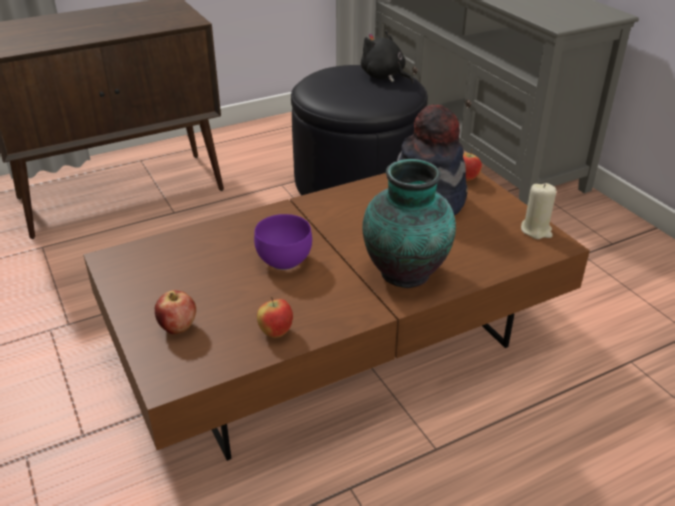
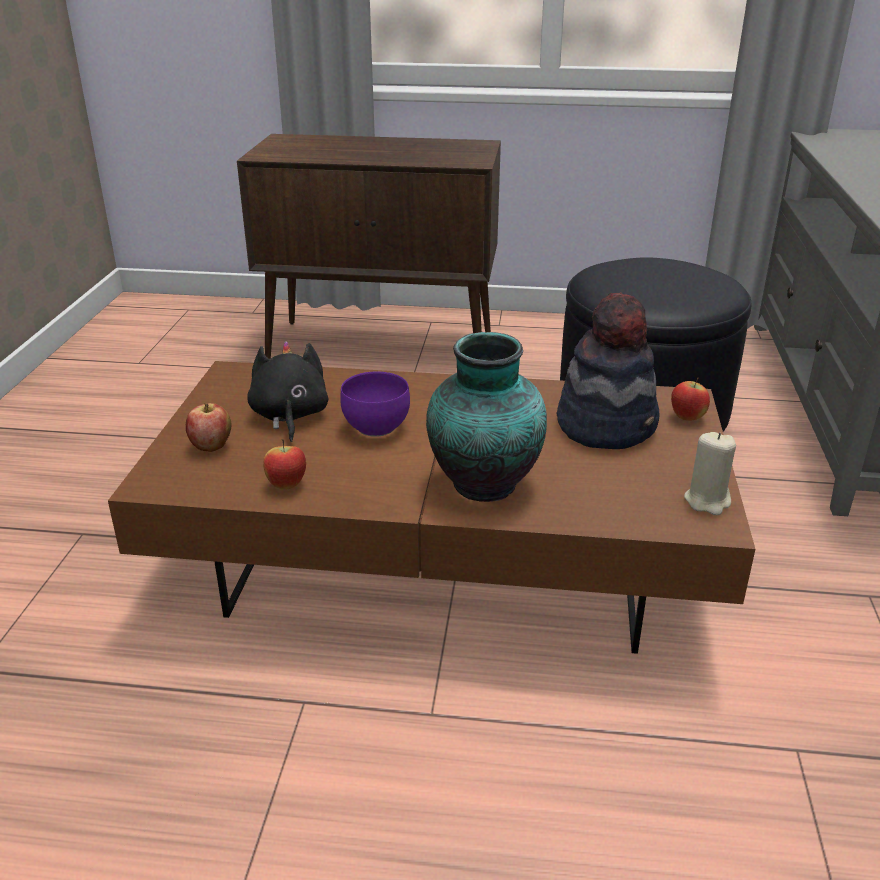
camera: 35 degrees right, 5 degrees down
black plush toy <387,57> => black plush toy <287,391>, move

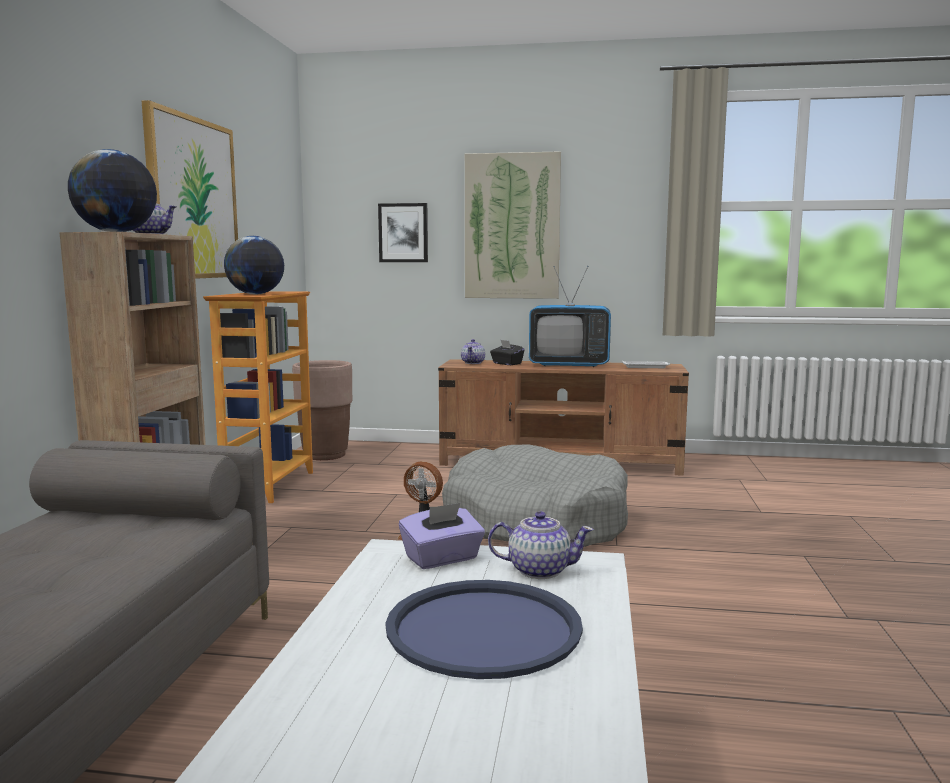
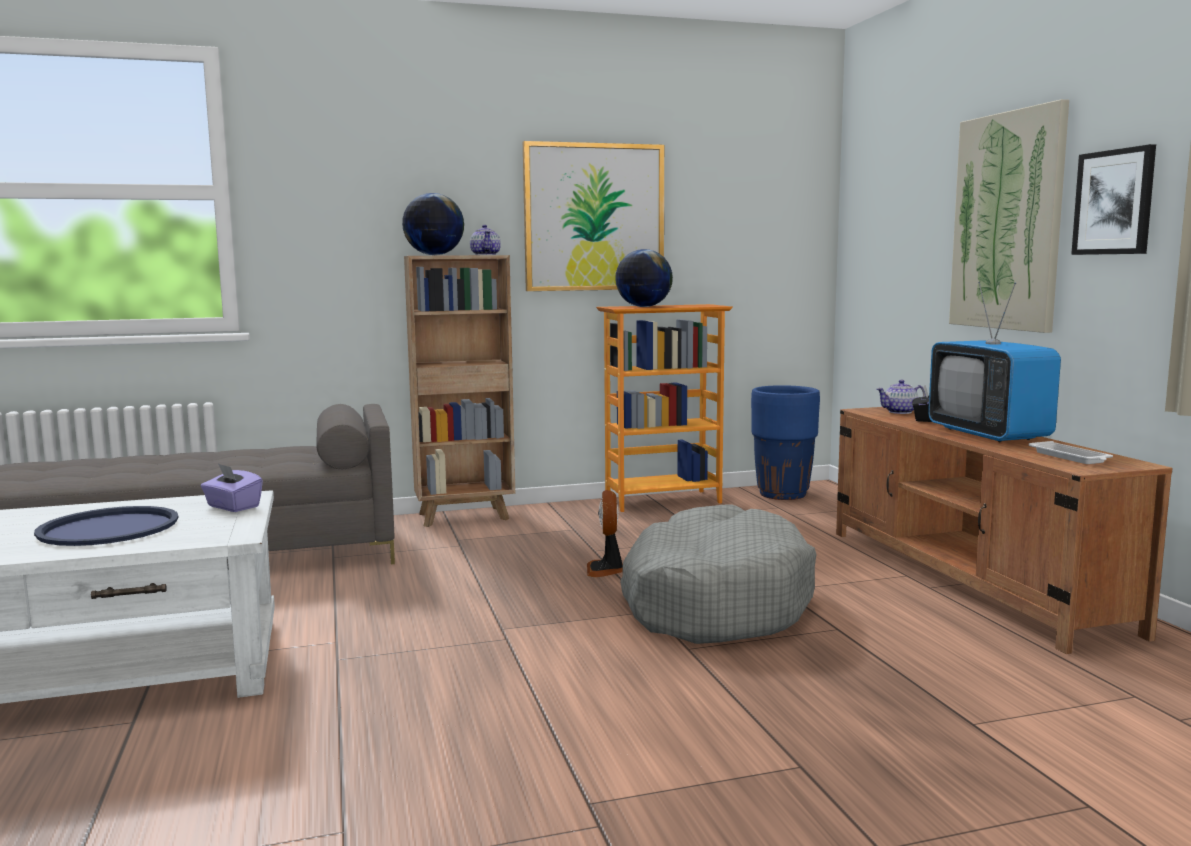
camera: 65 degrees right, 0 degrees up
teapot <541,545> => nothing
picture <403,232> => picture <1113,199>, move
brown planter <322,410> => blue planter <785,442>

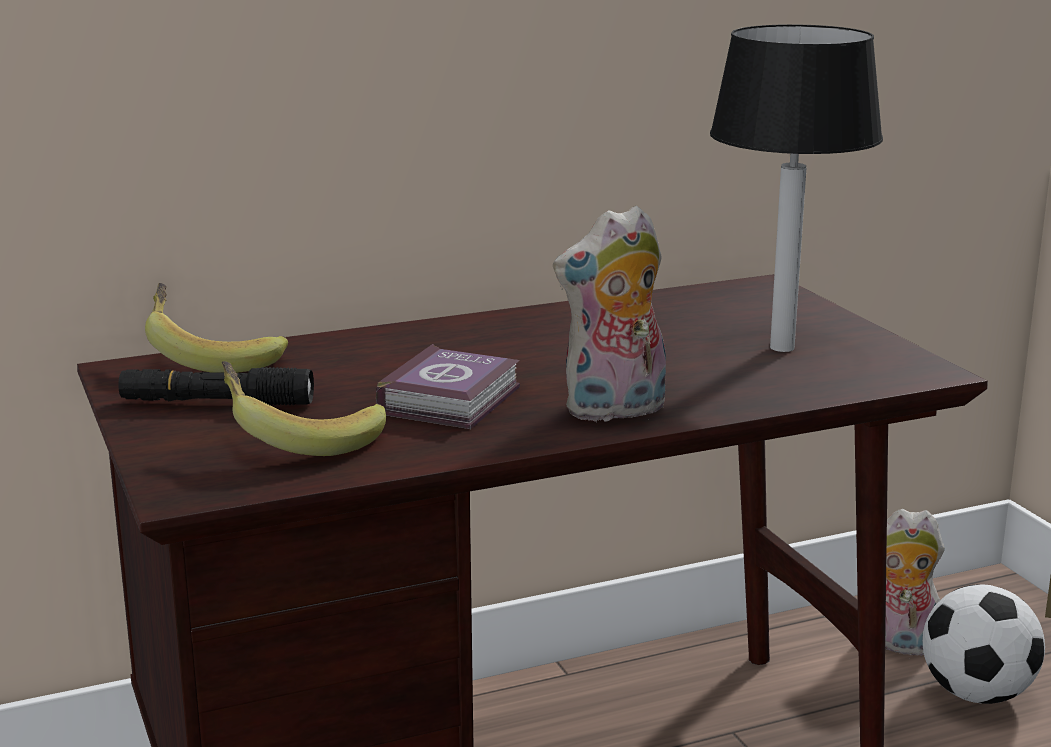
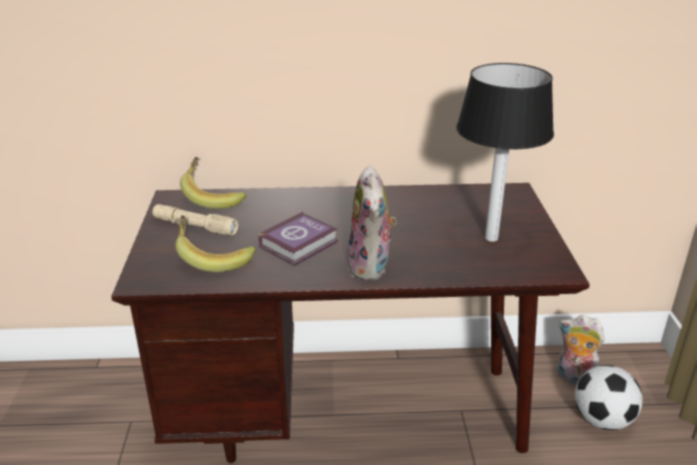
camera: 20 degrees right, 10 degrees up
black flashlight <216,386> => beige flashlight <195,220>
plush toy <609,314> => plush toy <372,223>, 90 degrees counterclockwise

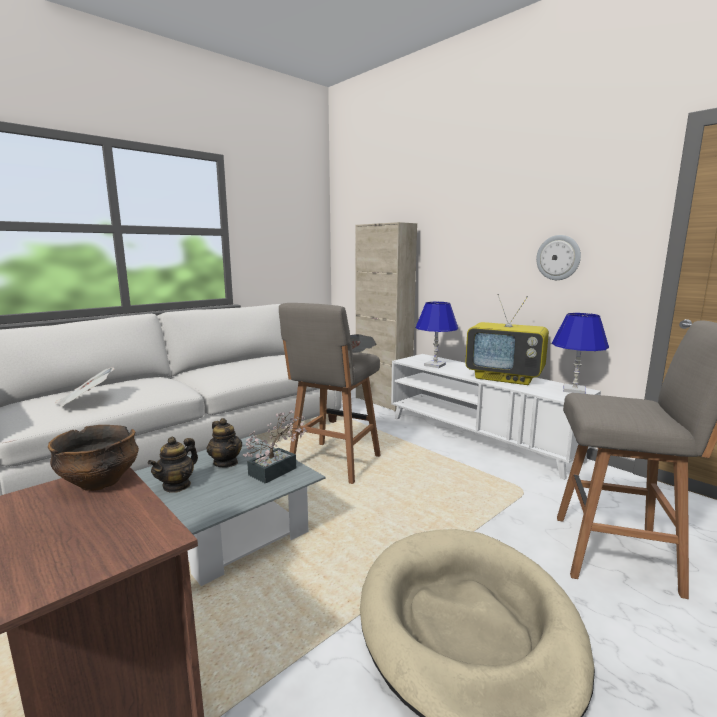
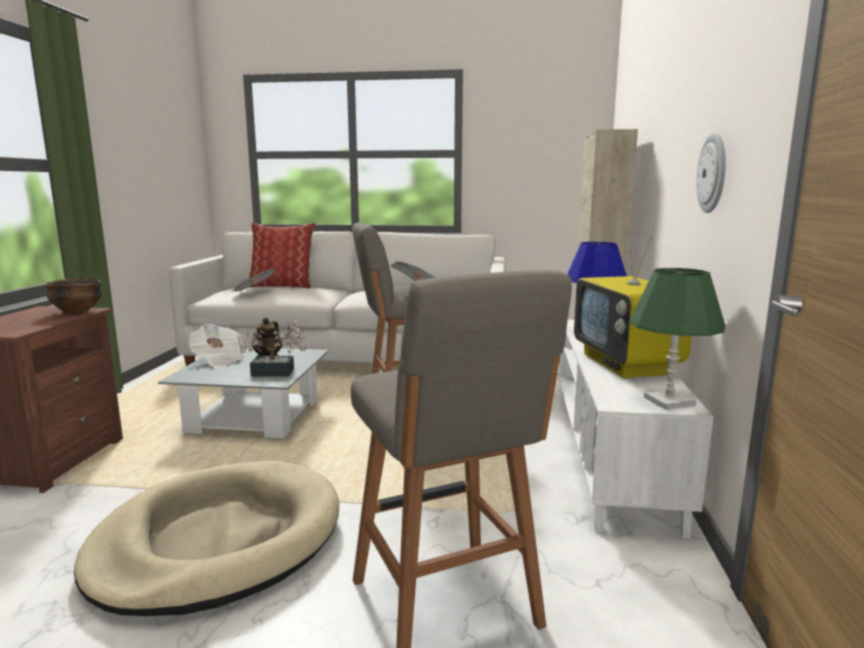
camera: 50 degrees right, 0 degrees up
nothing => pillow <282,256>
teapot <173,465> => newspaper <216,346>
blue table lamp <580,353> => green table lamp <677,339>

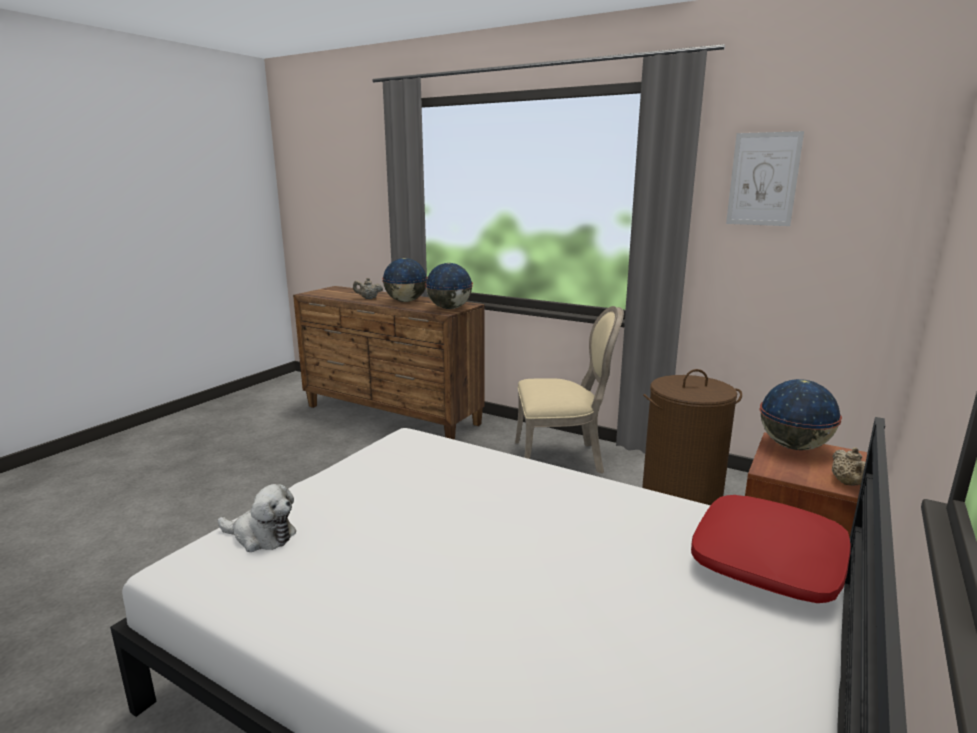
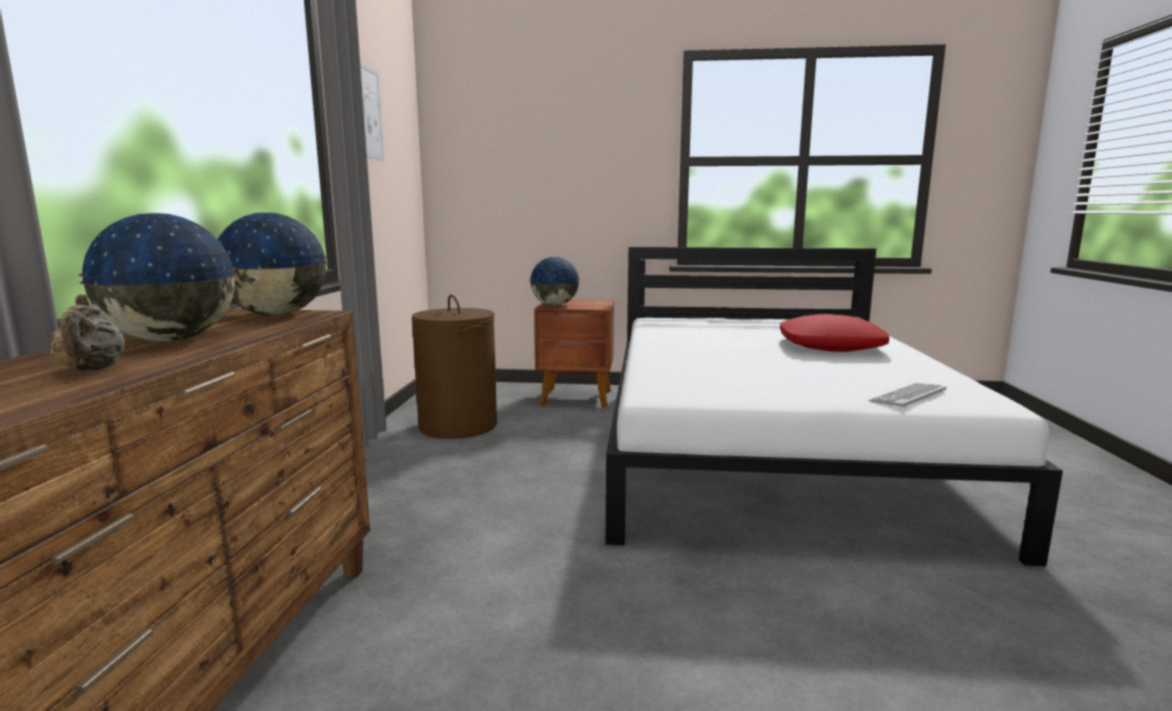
camera: 115 degrees left, 5 degrees down
beige chair <569,390> => nothing
beige teapot <849,466> => nothing
red pillow <771,549> => red pillow <834,333>, move
plush toy <257,518> => keyboard <908,395>

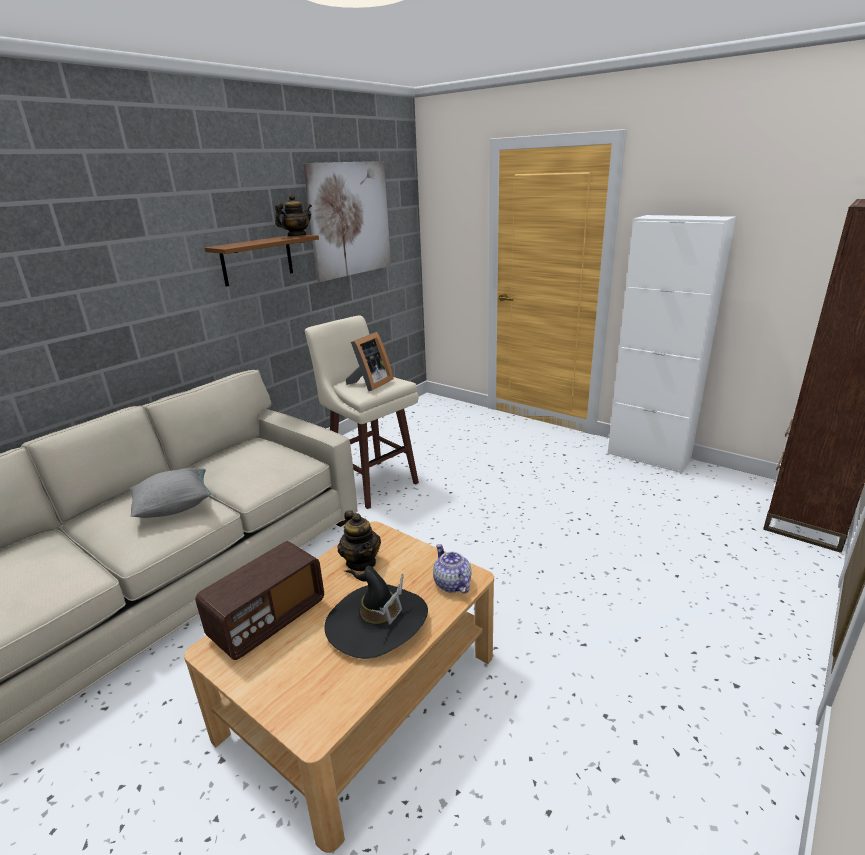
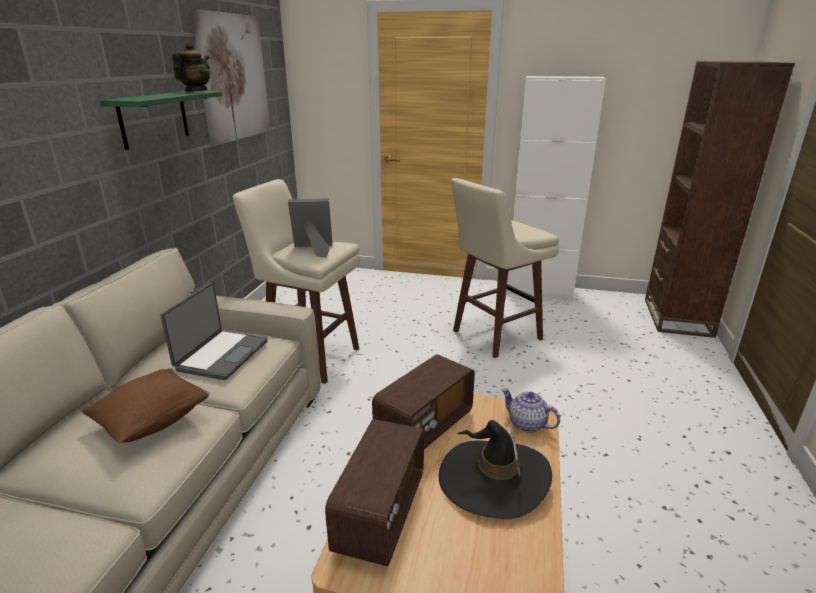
camera: 25 degrees left, 0 degrees up
nothing => laptop <214,331>
nothing => beige stool <505,268>
teapot <359,540> => radio <423,401>
grey pillow <170,493> => brown pillow <145,405>
brown shelf <262,261> => green shelf <161,120>
picture frame <370,361> => picture frame <310,228>, 105 degrees counterclockwise

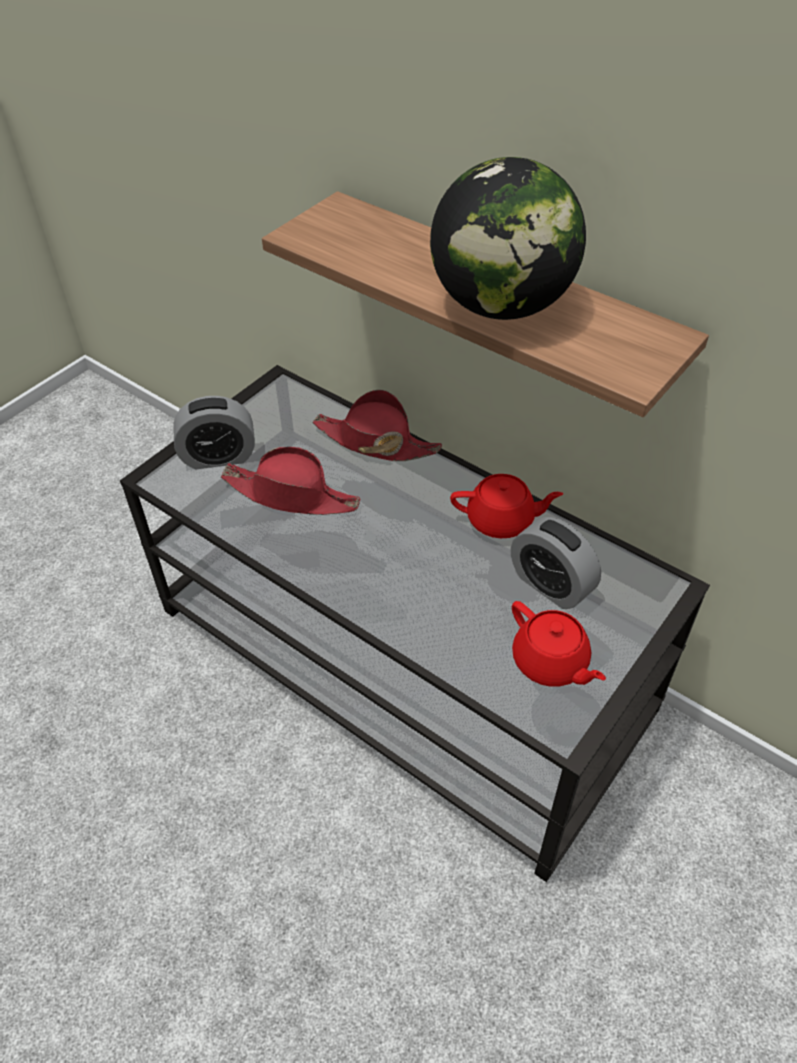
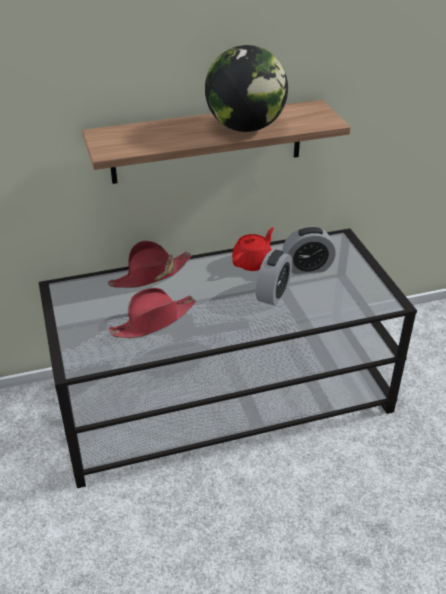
camera: 55 degrees left, 10 degrees down
red teapot <559,644> => nothing
alarm clock <214,432> => alarm clock <274,278>, move

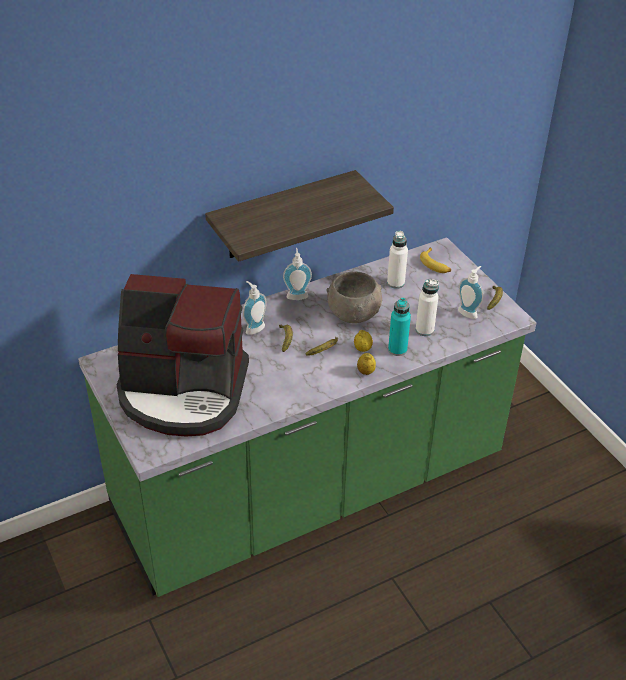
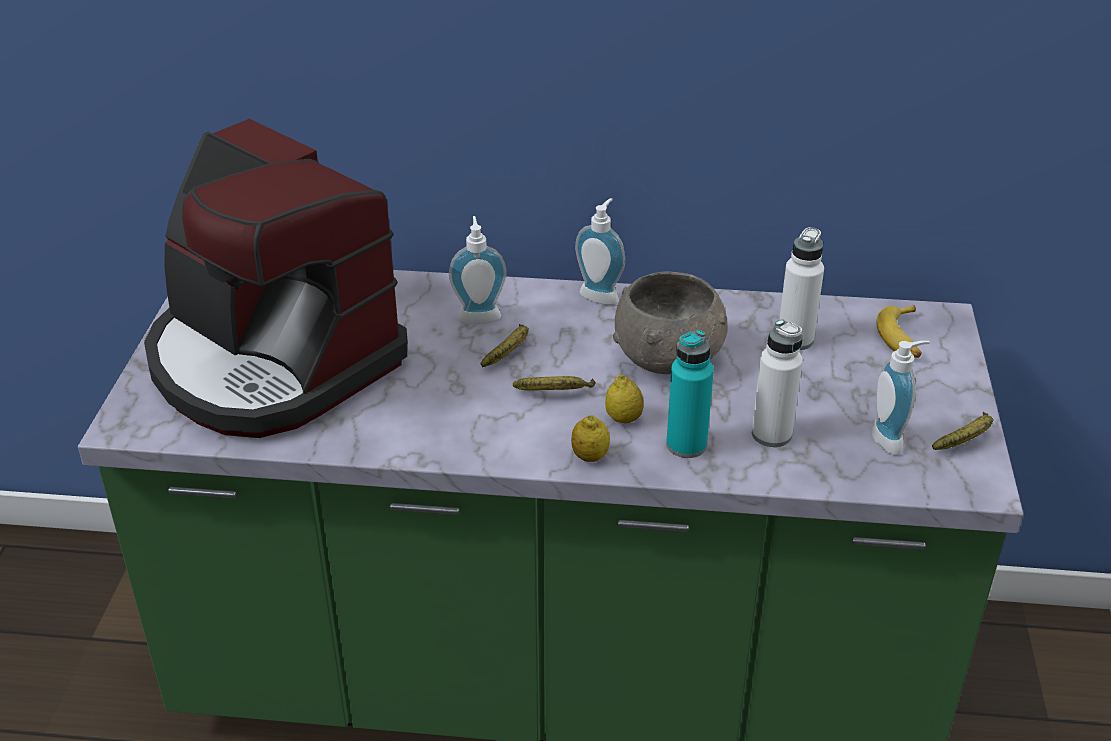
camera: 35 degrees right, 5 degrees down
shelf <299,216> => nothing

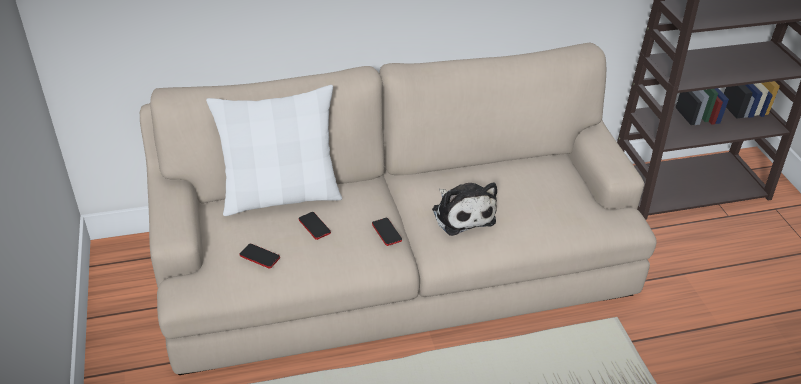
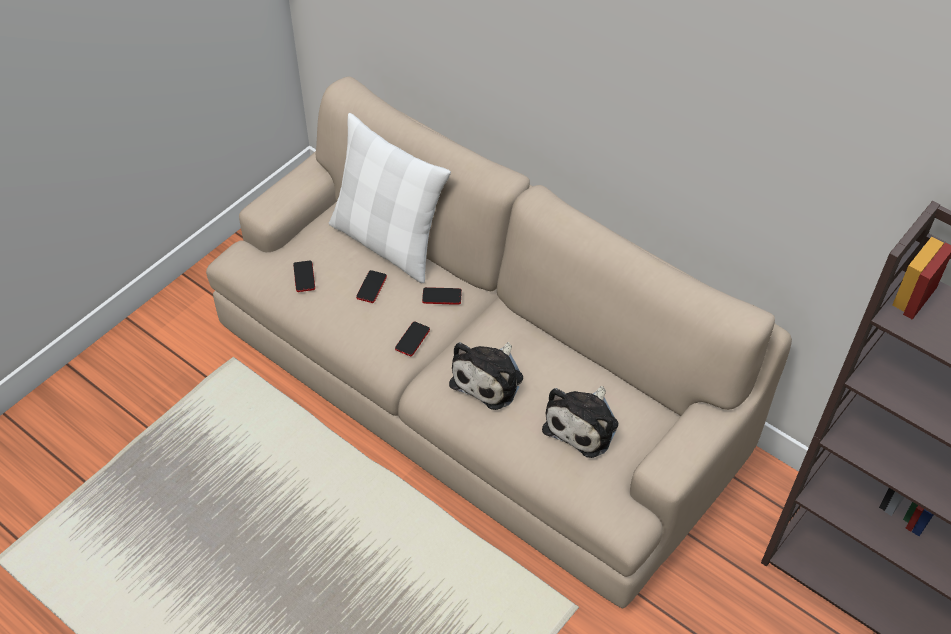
camera: 55 degrees right, 10 degrees up
nothing => phone <442,296>
nothing => plush toy <580,422>

